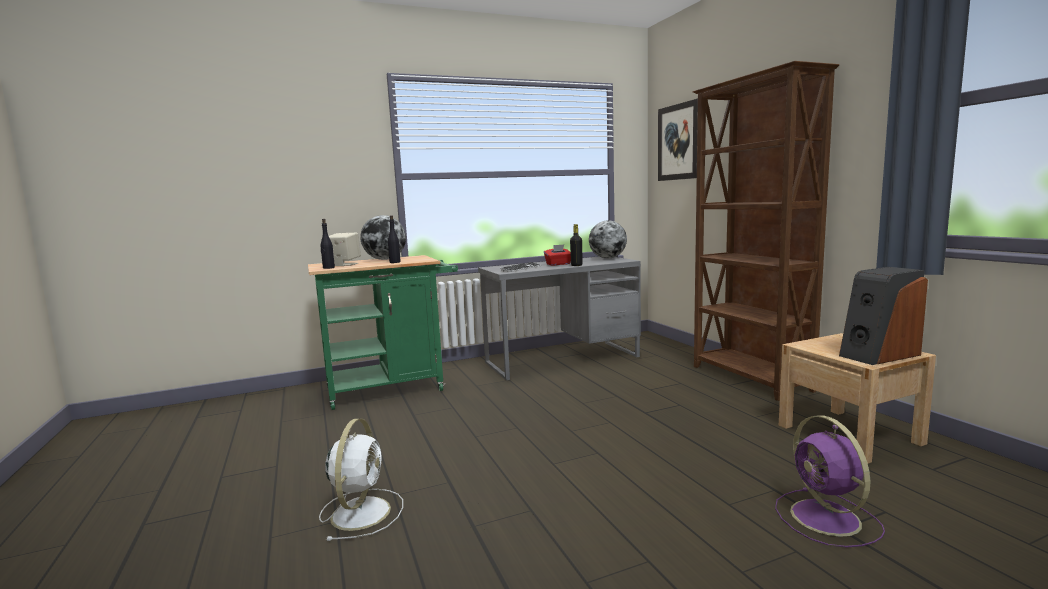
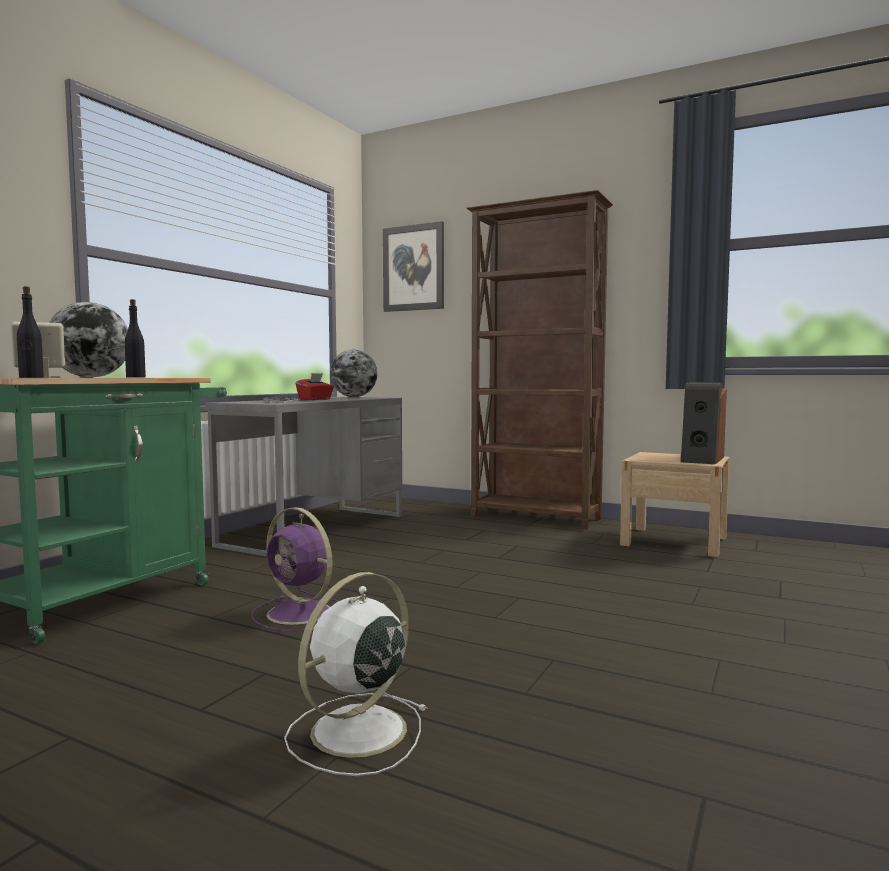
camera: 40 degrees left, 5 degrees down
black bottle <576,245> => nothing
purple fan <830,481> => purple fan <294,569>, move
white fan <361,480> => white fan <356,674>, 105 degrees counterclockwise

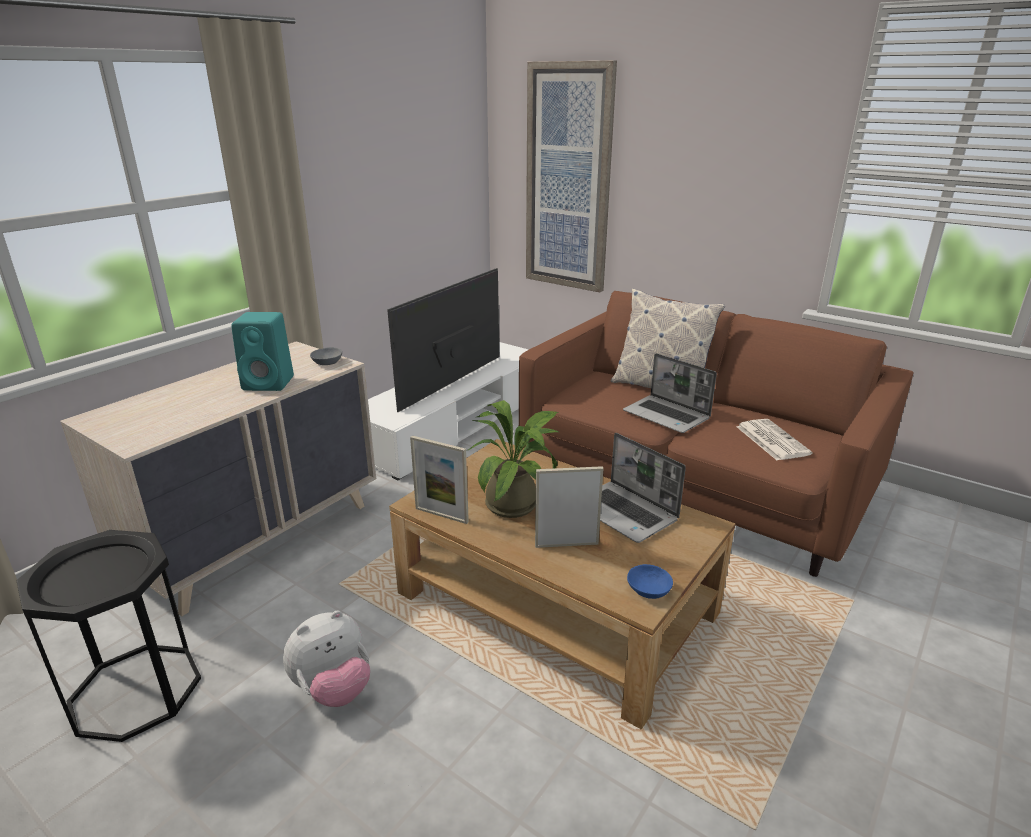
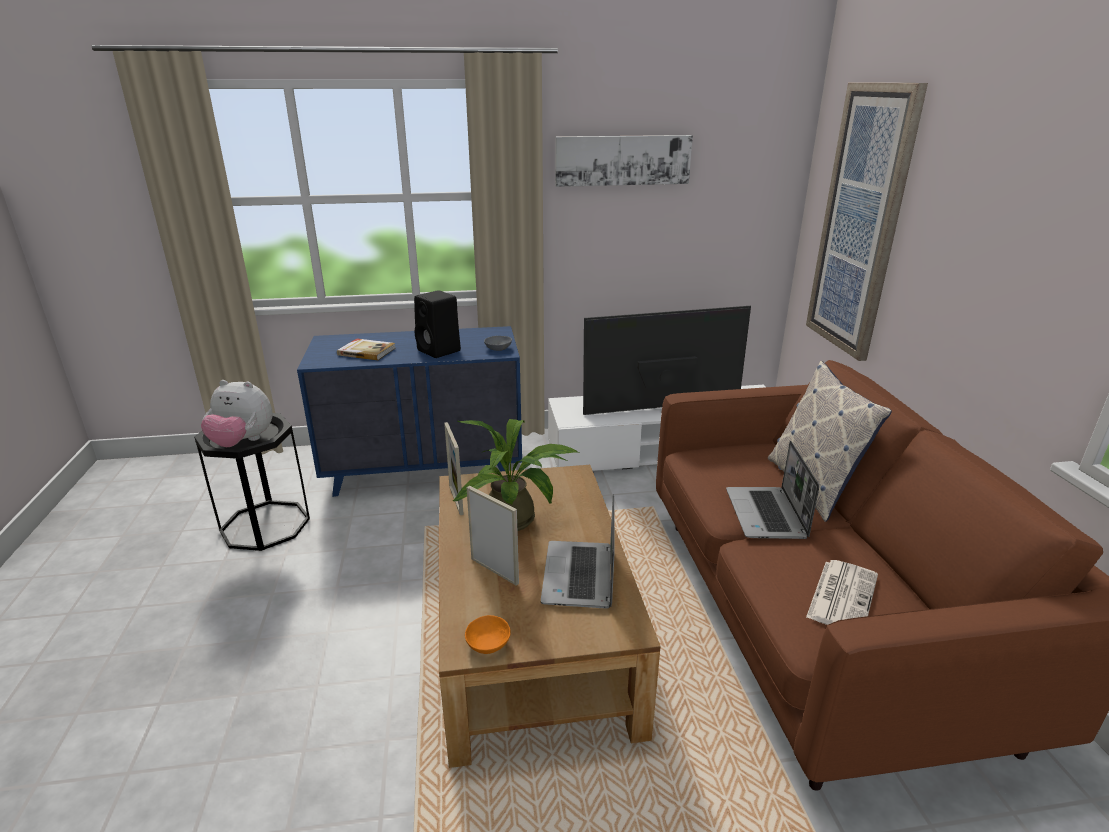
camera: 45 degrees right, 0 degrees up
nothing => book <366,349>
nothing => picture <624,161>
plush toy <326,658> => plush toy <237,413>, move
beige dresser <218,479> => blue dresser <409,411>
turquoise speaker <262,351> => black speaker <437,324>
blue bowl <650,581> => orange bowl <487,634>

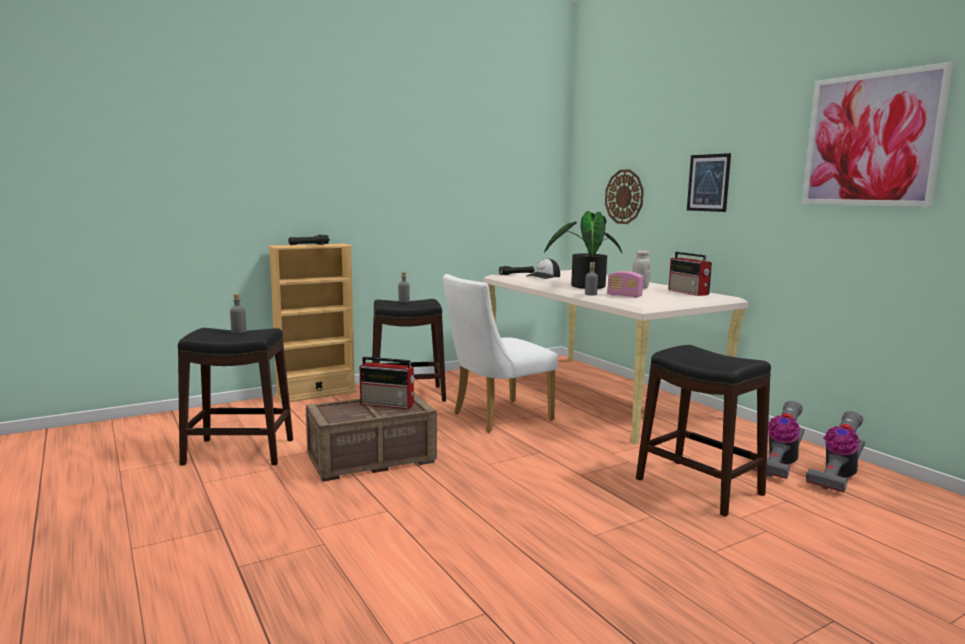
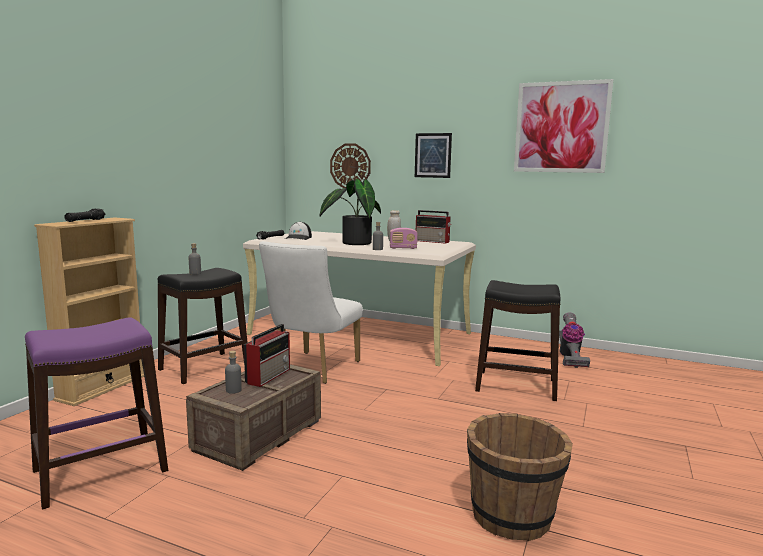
camera: 35 degrees left, 0 degrees up
vacuum cleaner <778,440> => nothing
nothing => brown bucket <520,477>
grey bottle <238,313> => grey bottle <233,372>, move
black stool <235,397> => purple stool <96,413>
radio <387,383> => radio <267,355>, 45 degrees counterclockwise

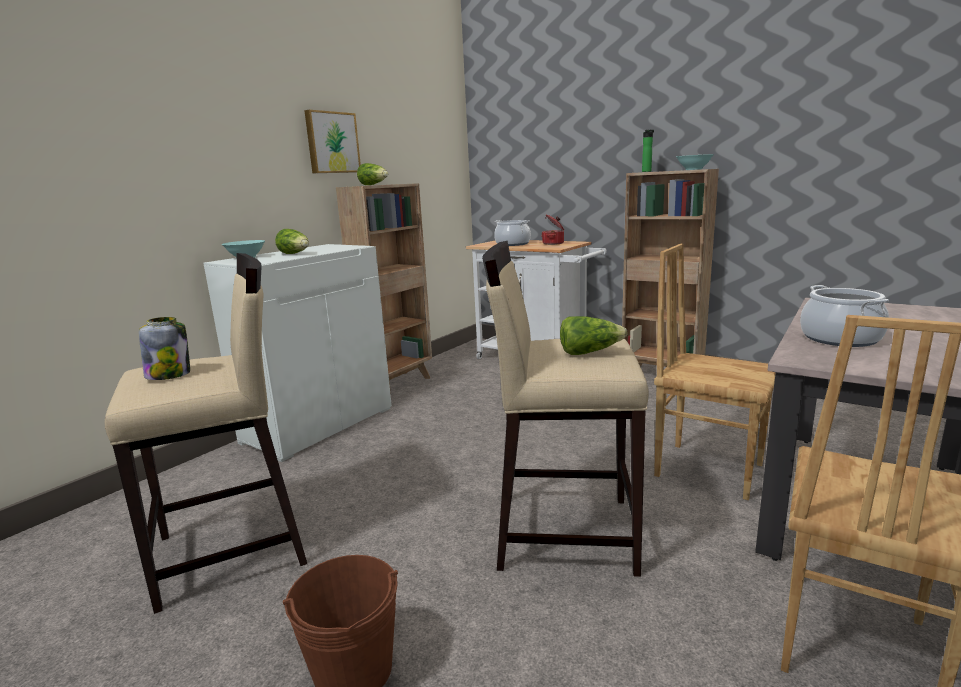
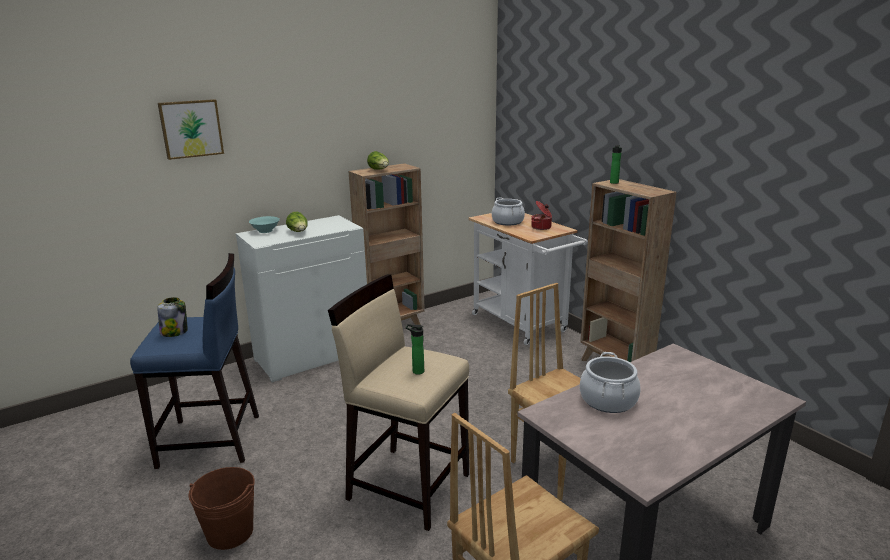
camera: 20 degrees right, 5 degrees up
turquoise bowl <695,162> => nothing
picture <332,141> => picture <191,129>, move
lettuce <593,335> => bottle <415,349>
beige stool <206,433> => blue stool <194,361>

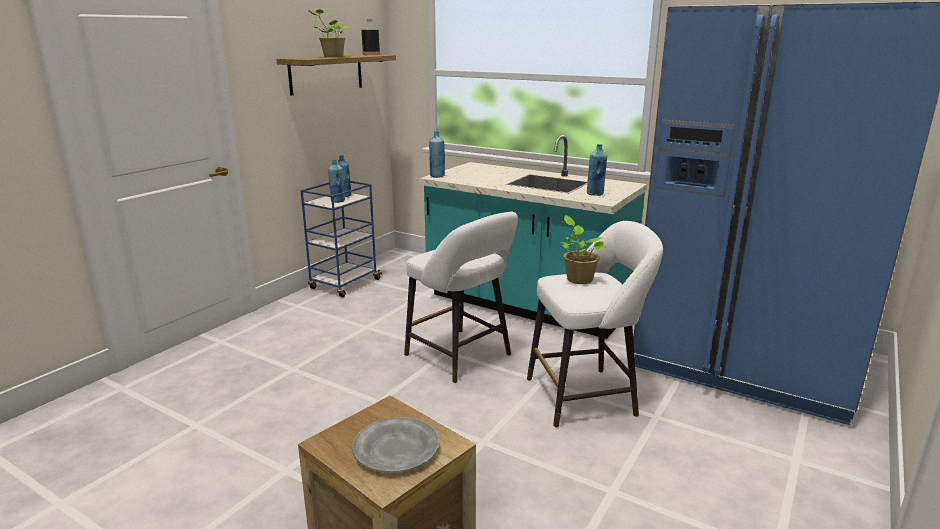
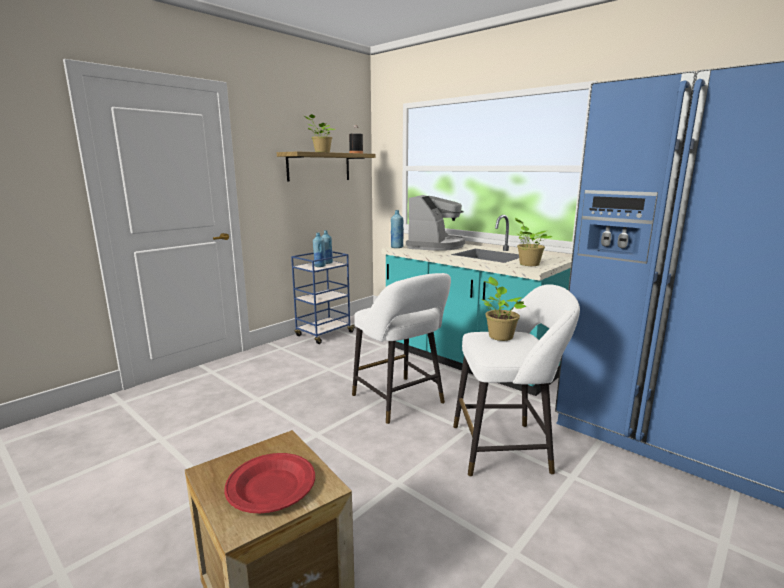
camera: 10 degrees right, 5 degrees down
nothing => coffee machine <435,223>
blue bottle <597,170> => potted plant <534,242>
grey plate <396,445> => red plate <270,483>

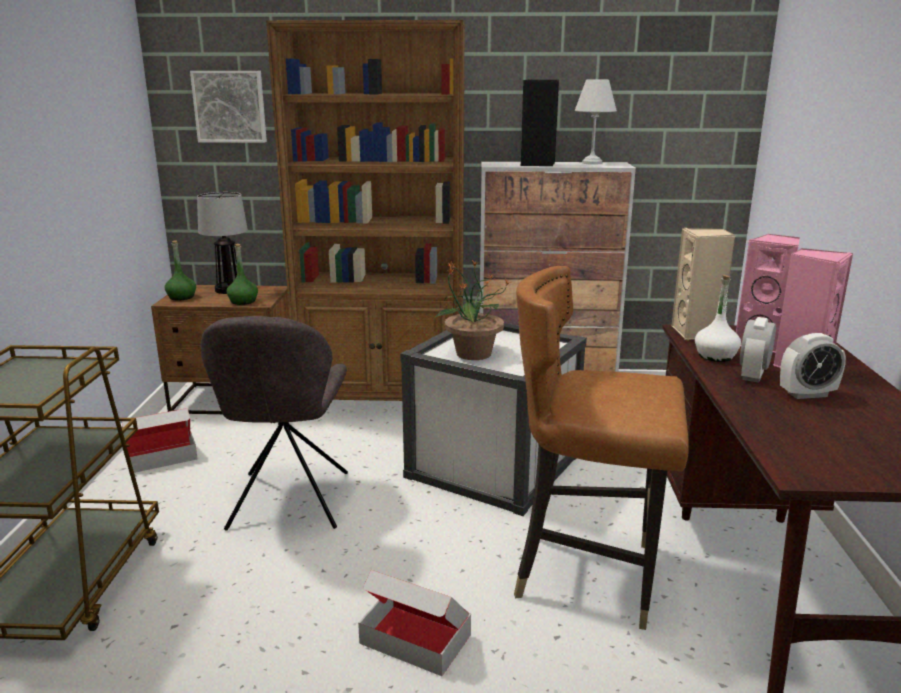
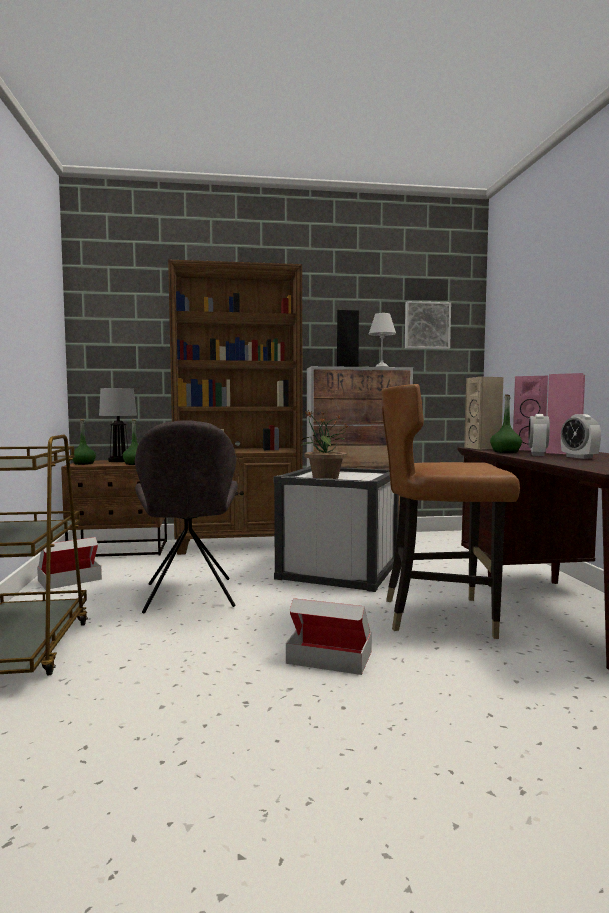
camera: 10 degrees left, 15 degrees down
picture <228,107> => picture <428,325>, move
white bottle <718,318> => green bottle <506,423>
alarm clock <813,366> => alarm clock <581,436>, 90 degrees clockwise

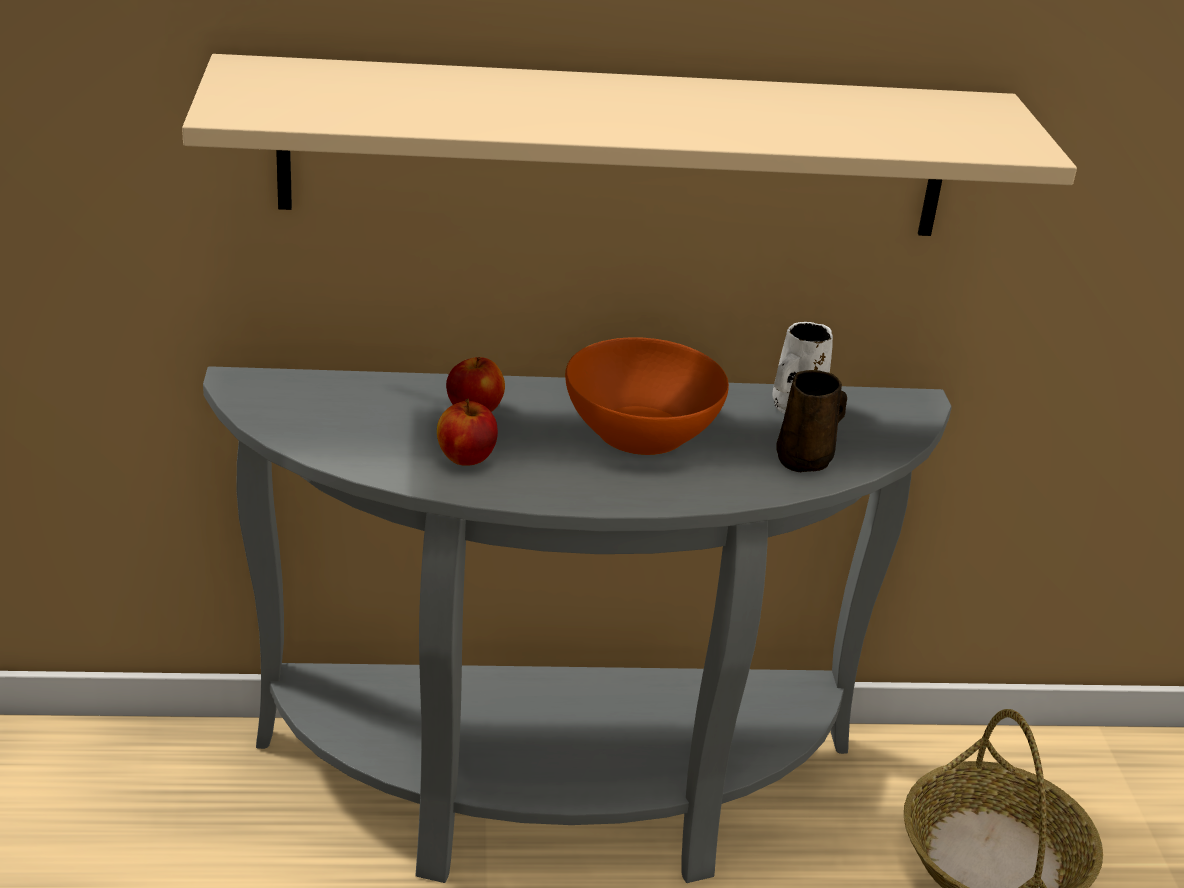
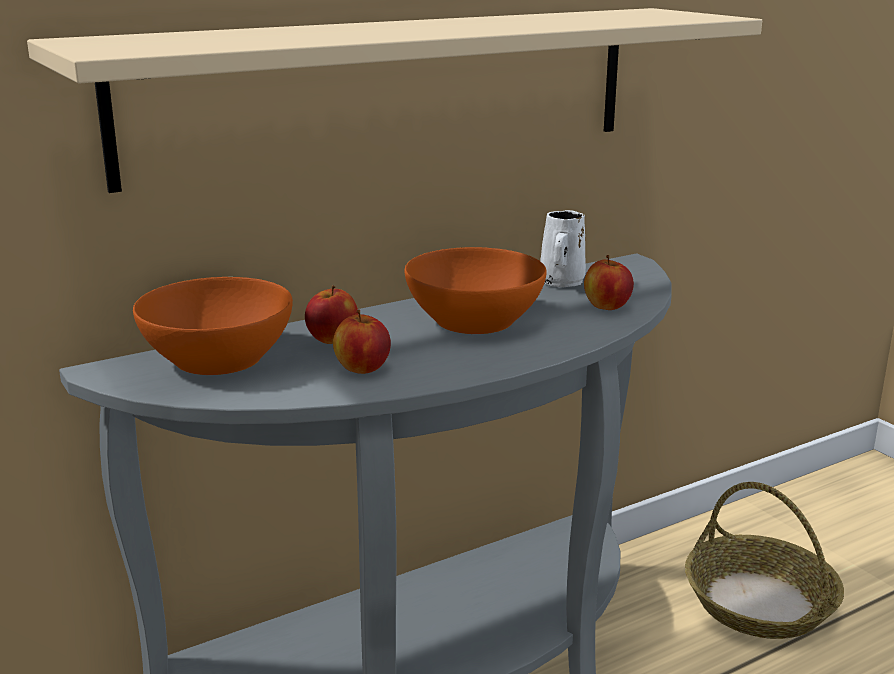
camera: 25 degrees left, 10 degrees down
nothing => orange bowl <213,326>
brown mug <811,421> => apple <609,282>

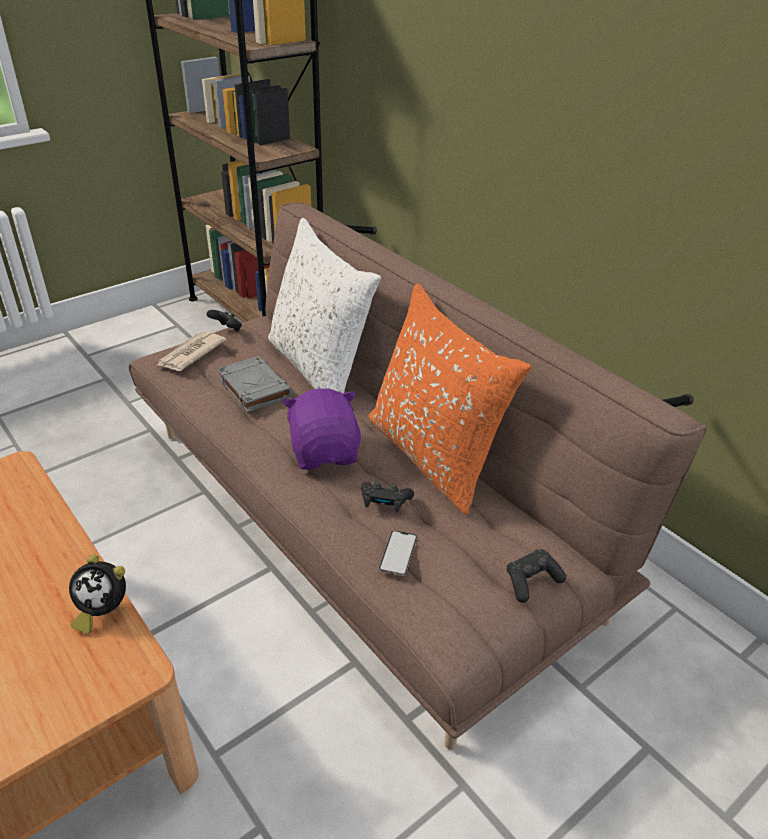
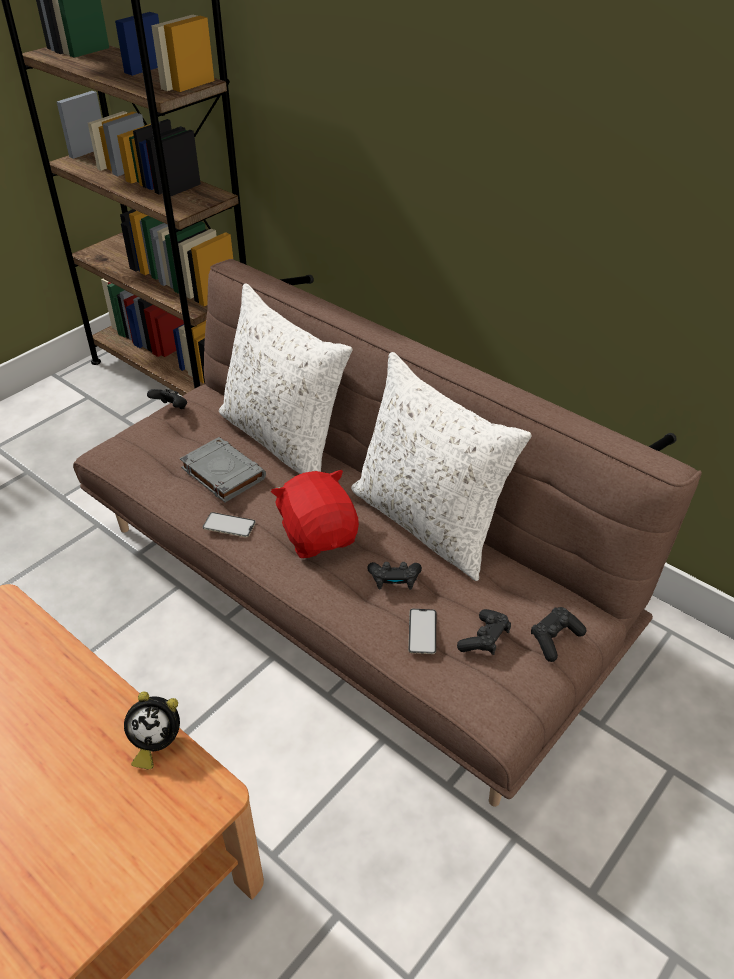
camera: 10 degrees left, 5 degrees up
newspaper <191,351> => nothing
nothing => phone <229,524>
nothing => black game controller <484,632>
purple plush toy <321,429> => red plush toy <315,514>
orange pillow <449,399> => white pillow <441,466>

